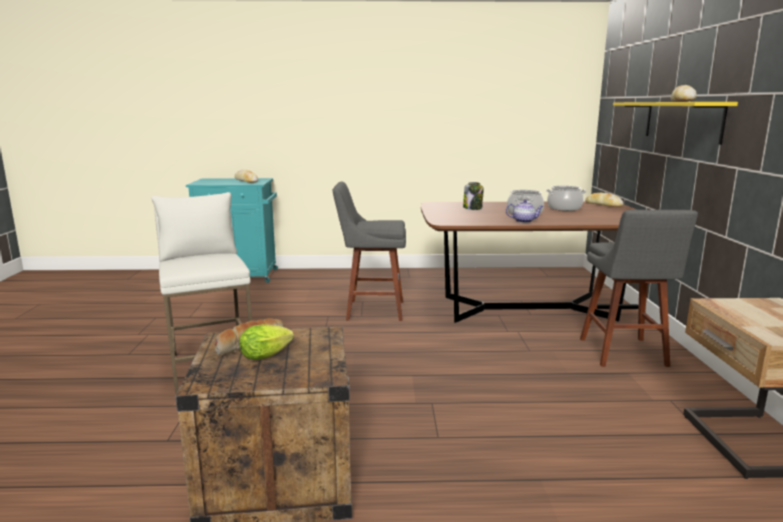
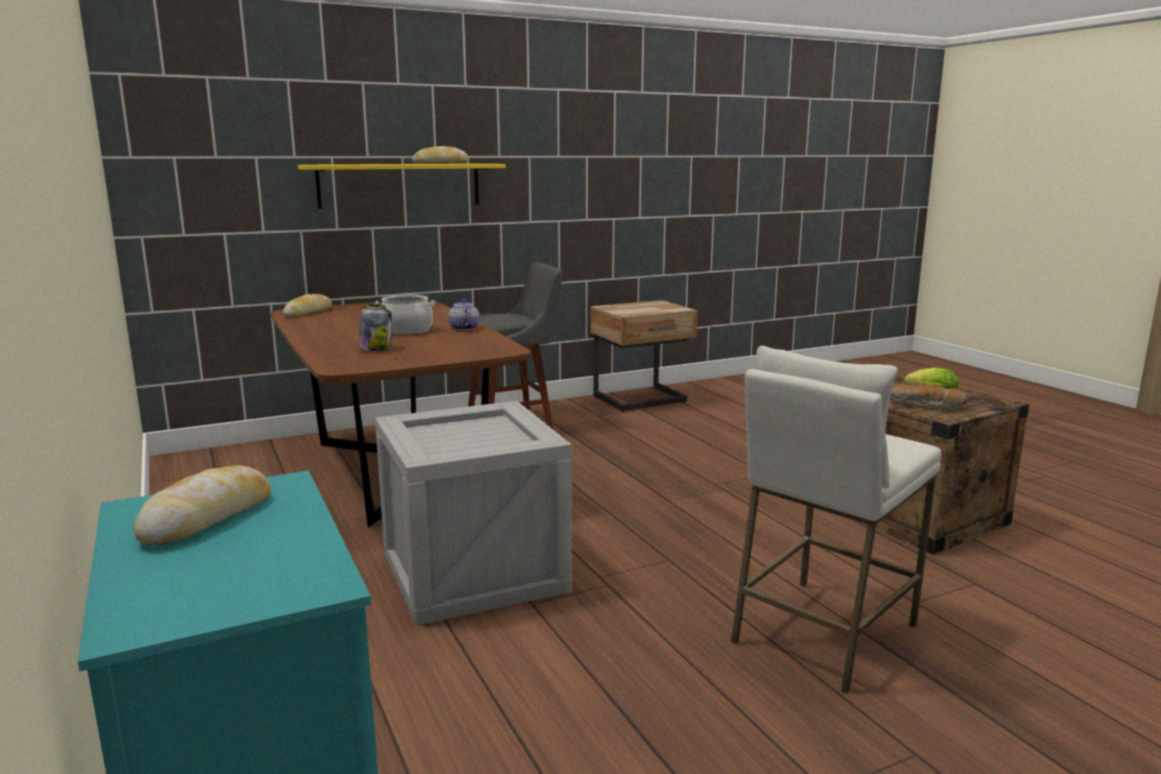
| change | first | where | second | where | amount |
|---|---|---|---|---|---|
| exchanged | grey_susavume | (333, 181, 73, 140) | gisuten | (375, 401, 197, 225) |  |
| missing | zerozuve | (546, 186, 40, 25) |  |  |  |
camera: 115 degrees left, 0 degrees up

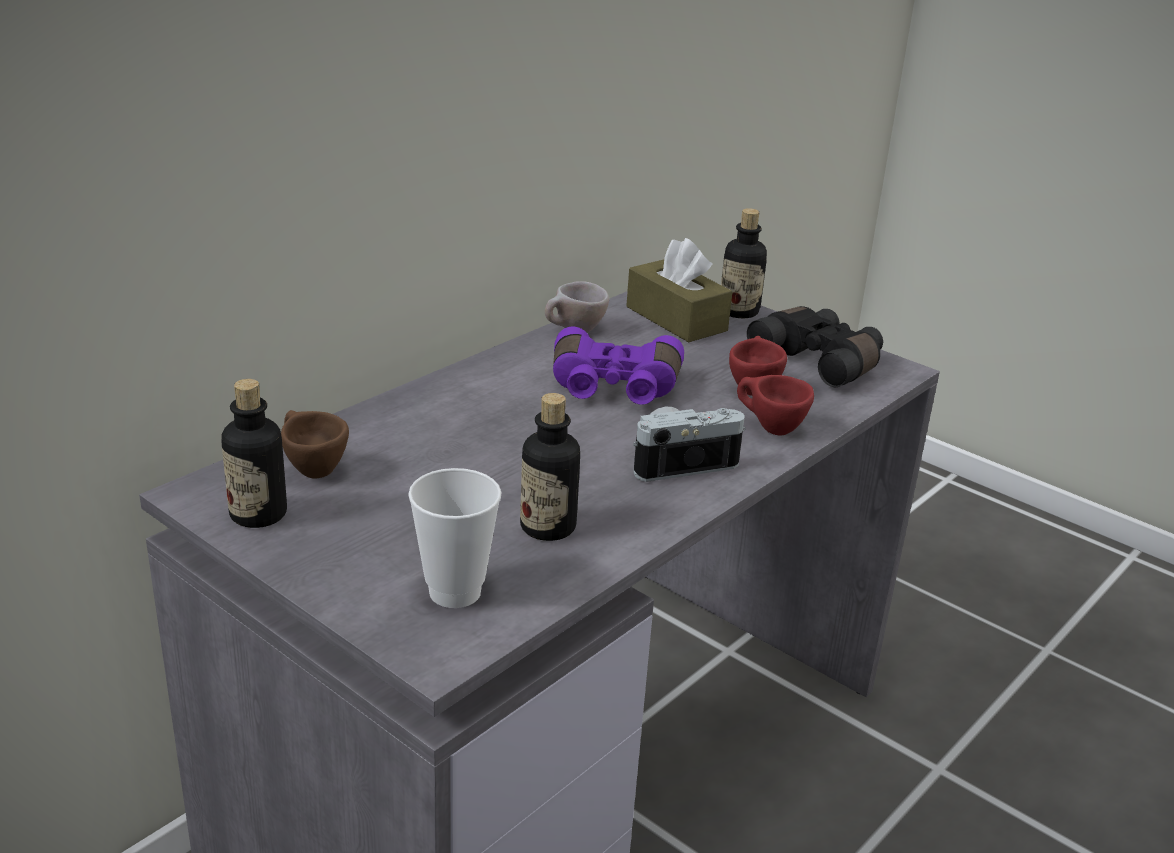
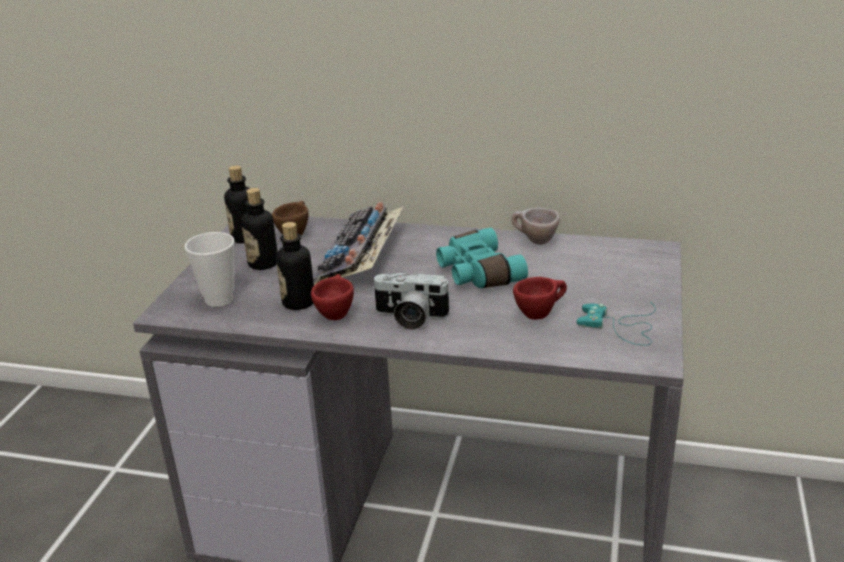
| change | first | where | second | where | amount |
|---|---|---|---|---|---|
| colour | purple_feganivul | (553, 327, 131, 78) | turquoise_feganivul | (436, 228, 92, 60) |  |
| missing | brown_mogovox | (626, 238, 107, 104) |  |  |  |
| spun | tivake | (633, 407, 113, 75) |  | (372, 272, 79, 58) | 150 degrees clockwise |
| relocated | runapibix | (721, 208, 46, 110) |  | (241, 188, 37, 82) |  |
| relocated | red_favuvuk | (737, 375, 77, 61) |  | (311, 274, 43, 46) |  |
| exchanged | black_feganivul | (747, 306, 136, 81) | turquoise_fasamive | (577, 302, 79, 43) |  |
| appeared |  |  | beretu | (313, 202, 91, 84) |  |
camera: 65 degrees right, 0 degrees up

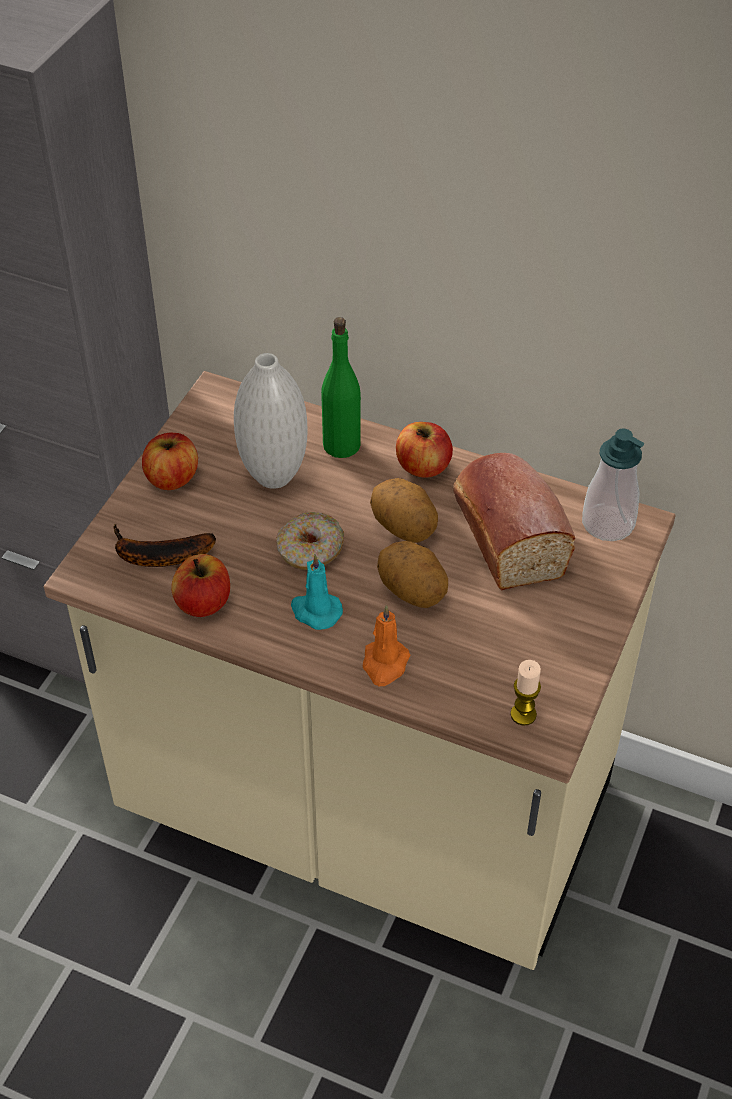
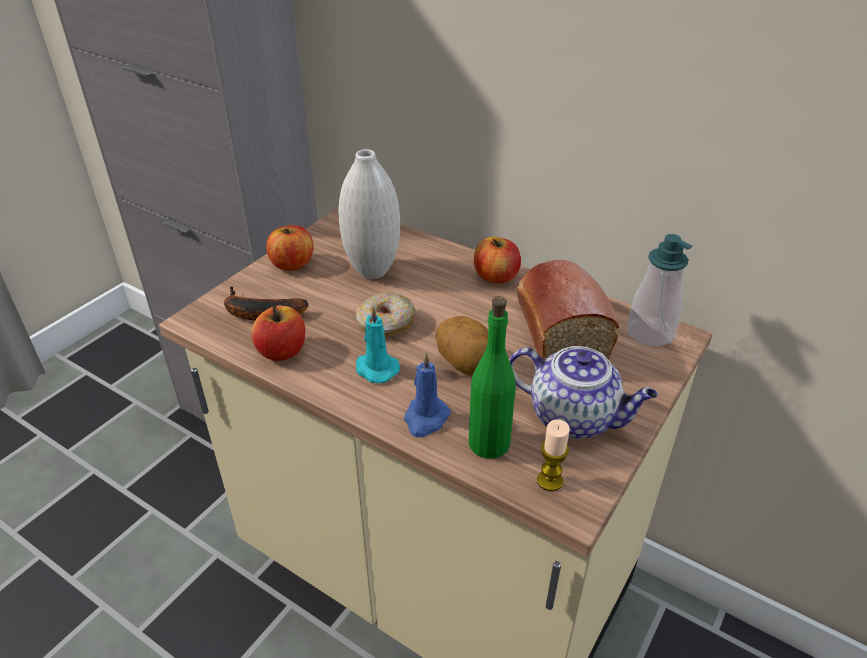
| change | first | where | second | where | amount |
|---|---|---|---|---|---|
| relocated | green_runapibix | (321, 317, 40, 141) |  | (469, 296, 47, 163) |  |
| colour | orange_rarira | (363, 605, 47, 81) | blue_rarira | (404, 353, 47, 84) |  |
| missing | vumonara | (370, 478, 68, 65) |  |  |  |
| appeared |  |  | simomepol | (509, 346, 149, 93) |  |
camera: 10 degrees right, 10 degrees down

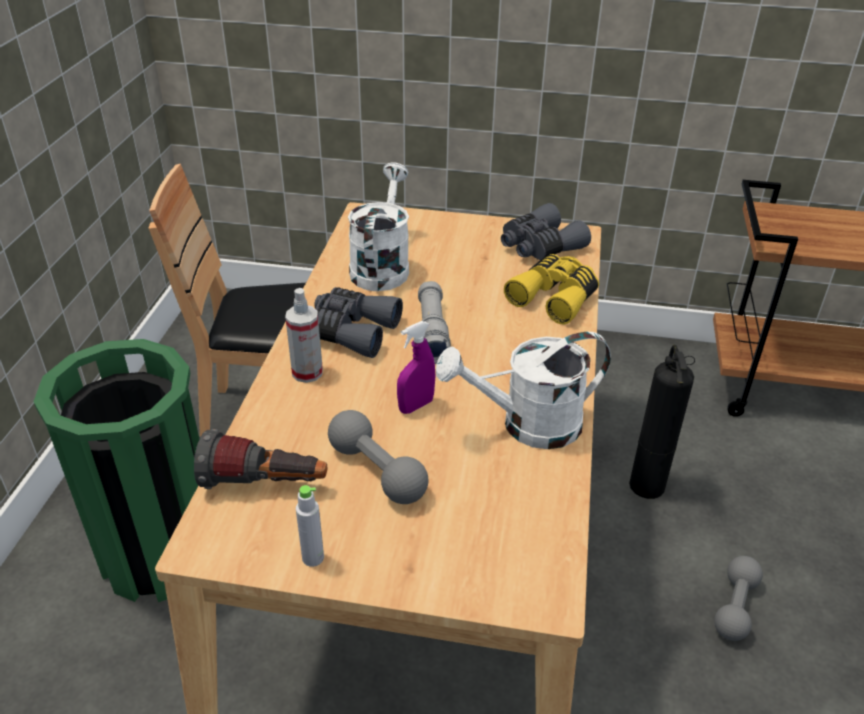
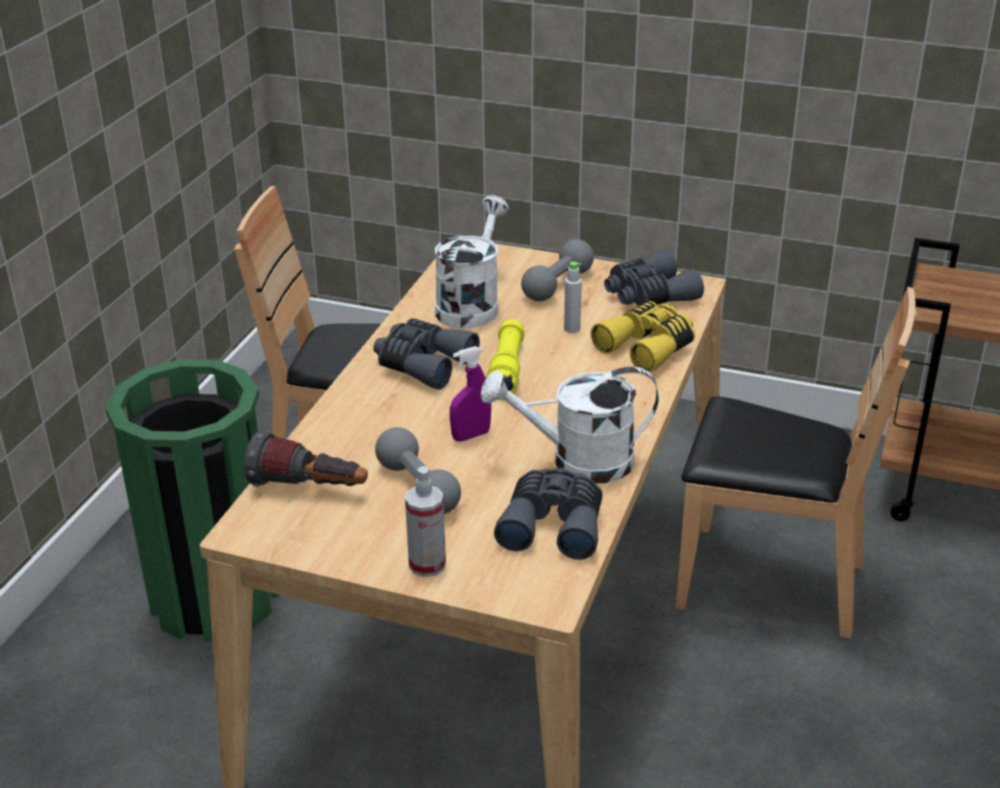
| change | first | where | second | where | amount |
|---|---|---|---|---|---|
| relocated | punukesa | (285, 288, 38, 95) |  | (405, 466, 41, 111) |  |
| relocated | grey_runapibix | (296, 485, 28, 82) |  | (564, 262, 18, 71) |  |
| colour | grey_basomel | (418, 281, 33, 83) | yellow_basomel | (486, 319, 39, 81) |  |
| exchanged | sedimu | (629, 345, 66, 154) | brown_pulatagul | (676, 287, 241, 351) |  |
| relocated | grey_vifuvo | (714, 556, 49, 85) |  | (521, 239, 73, 62) |  |
| appeared |  |  | grey_feganivul | (494, 467, 109, 93) |  |
camera: 10 degrees right, 5 degrees down

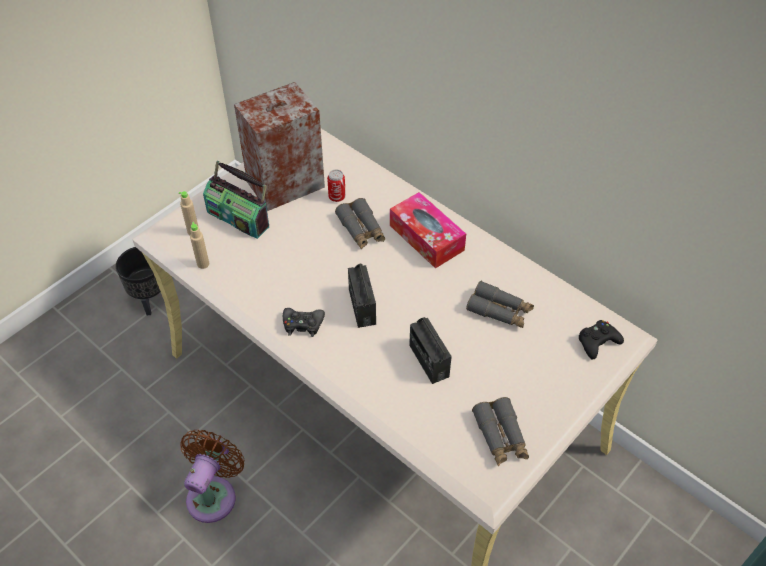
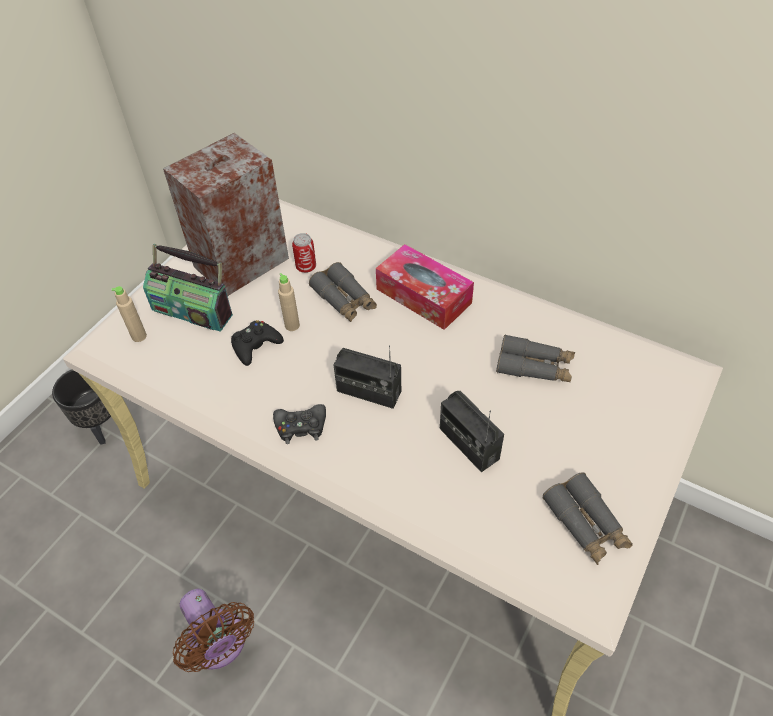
| change | first | where | second | where | amount |
|---|---|---|---|---|---|
| spun | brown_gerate | (180, 430, 64, 93) |  | (173, 589, 81, 83) | 135 degrees clockwise |
| relocated | beige_runapibix | (190, 222, 19, 47) |  | (278, 273, 22, 58) |  |
| spun | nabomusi | (348, 264, 28, 64) |  | (334, 345, 67, 64) | 45 degrees counterclockwise |
| relocated | black_fasamive | (579, 320, 45, 40) |  | (231, 320, 53, 46) |  |
camera: 10 degrees left, 0 degrees up

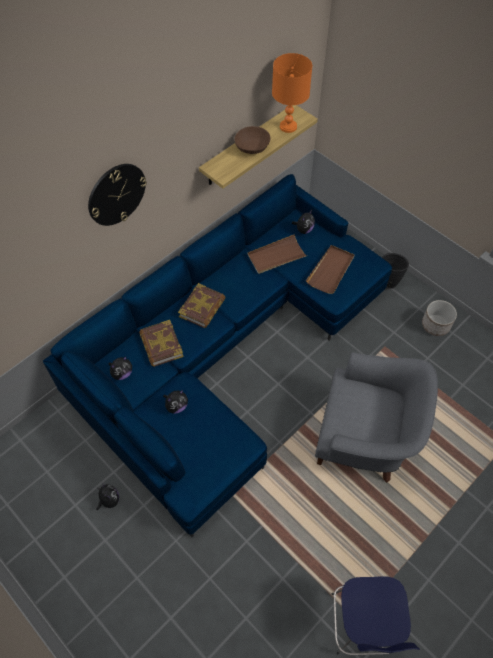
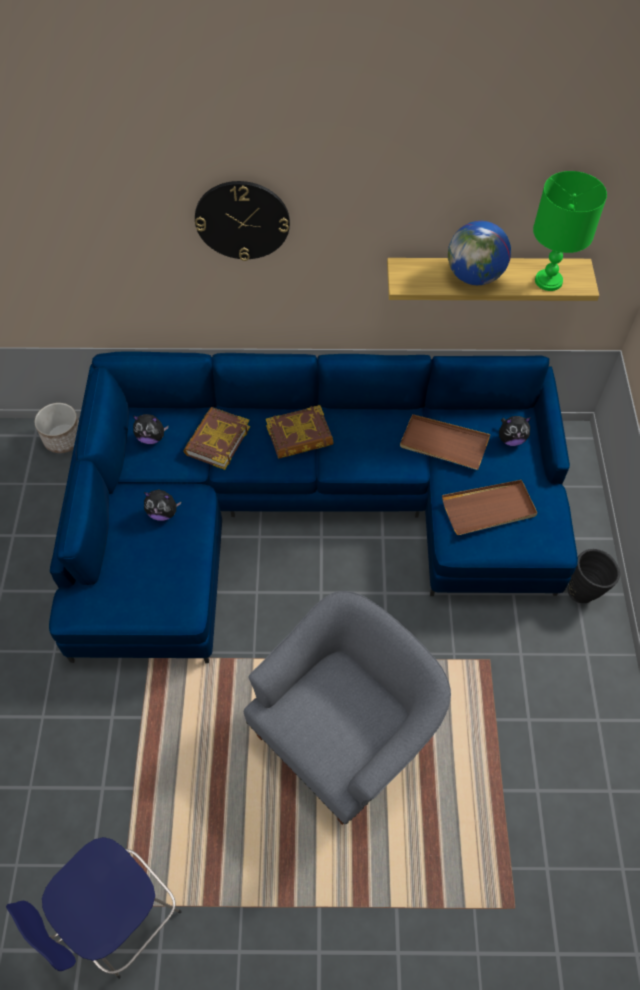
| change | first | where | second | where | amount |
|---|---|---|---|---|---|
| missing | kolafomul | (96, 484, 23, 26) |  |  |  |
| exchanged | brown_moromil | (235, 126, 35, 28) | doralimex | (448, 221, 63, 64) |  |
| colour | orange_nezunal | (272, 53, 40, 80) | green_nezunal | (533, 171, 74, 120) |  |
| spun | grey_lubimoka | (315, 352, 123, 131) |  | (244, 591, 207, 234) | 105 degrees counterclockwise |
| relocated | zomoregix | (422, 300, 35, 36) |  | (35, 403, 44, 50) |  |
camera: 45 degrees right, 0 degrees up

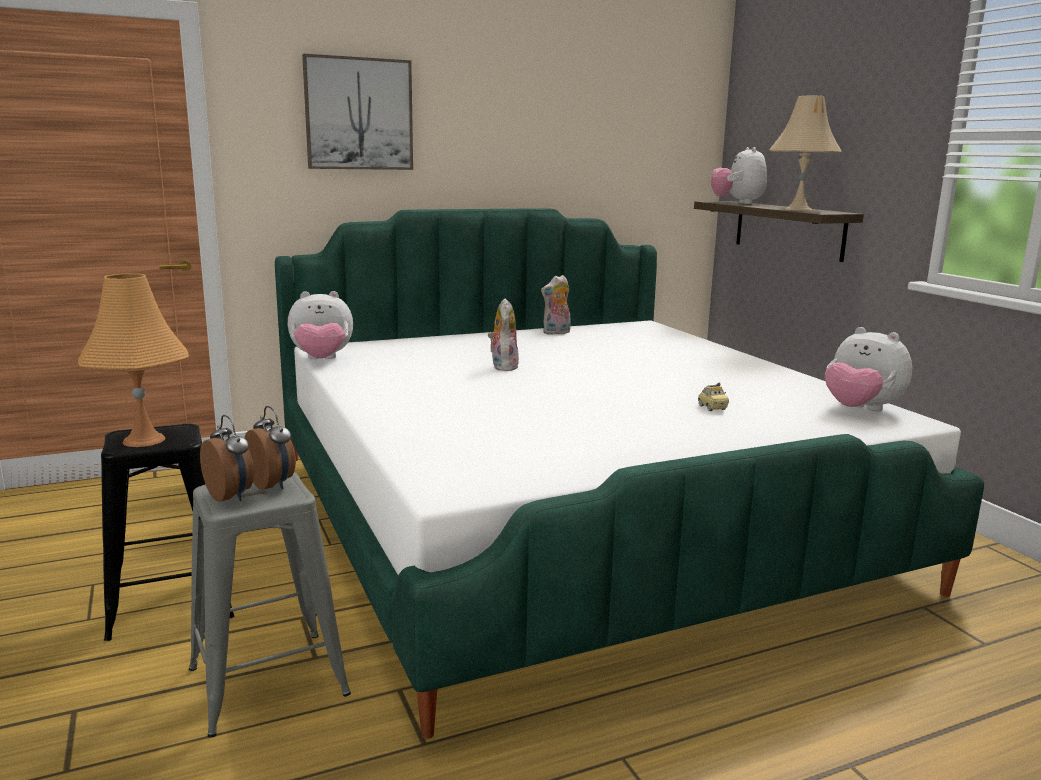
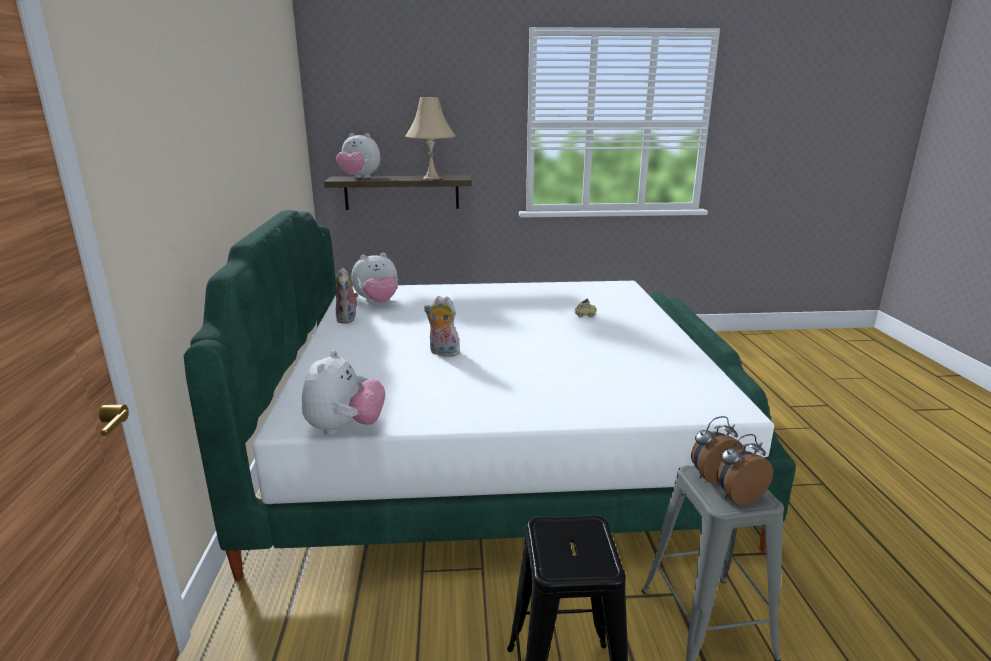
| change | first | where | second | where | amount |
|---|---|---|---|---|---|
| missing | orange_nezunal | (78, 273, 111, 174) |  |  |  |
| missing | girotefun | (302, 54, 111, 116) |  |  |  |
| relocated | kolafomul | (825, 327, 87, 85) |  | (351, 253, 47, 50) |  |
camera: 70 degrees left, 5 degrees up

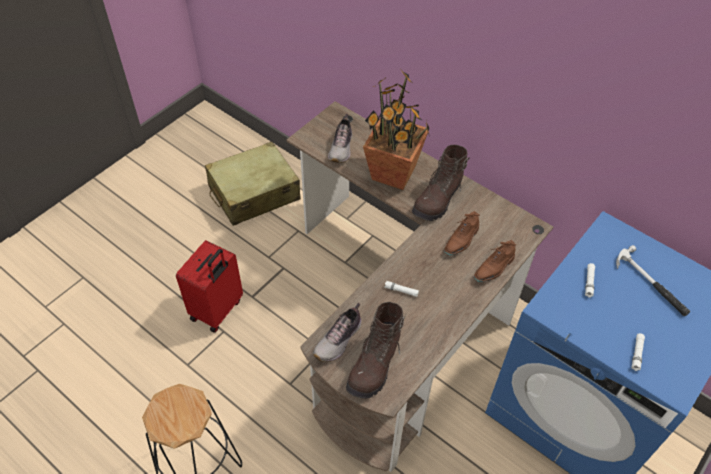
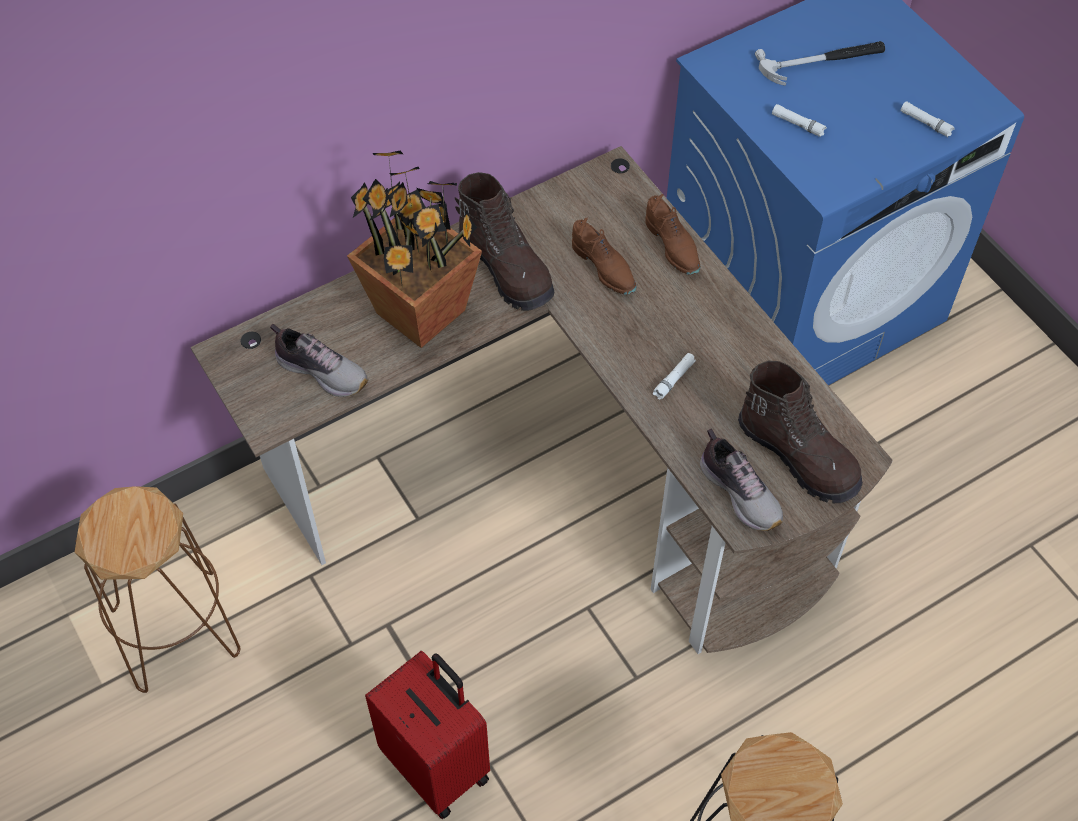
| change | first | where | second | where | amount |
|---|---|---|---|---|---|
| exchanged | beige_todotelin | (205, 142, 96, 84) | brown_susavume | (75, 486, 165, 207) |  |
camera: 70 degrees left, 5 degrees up

